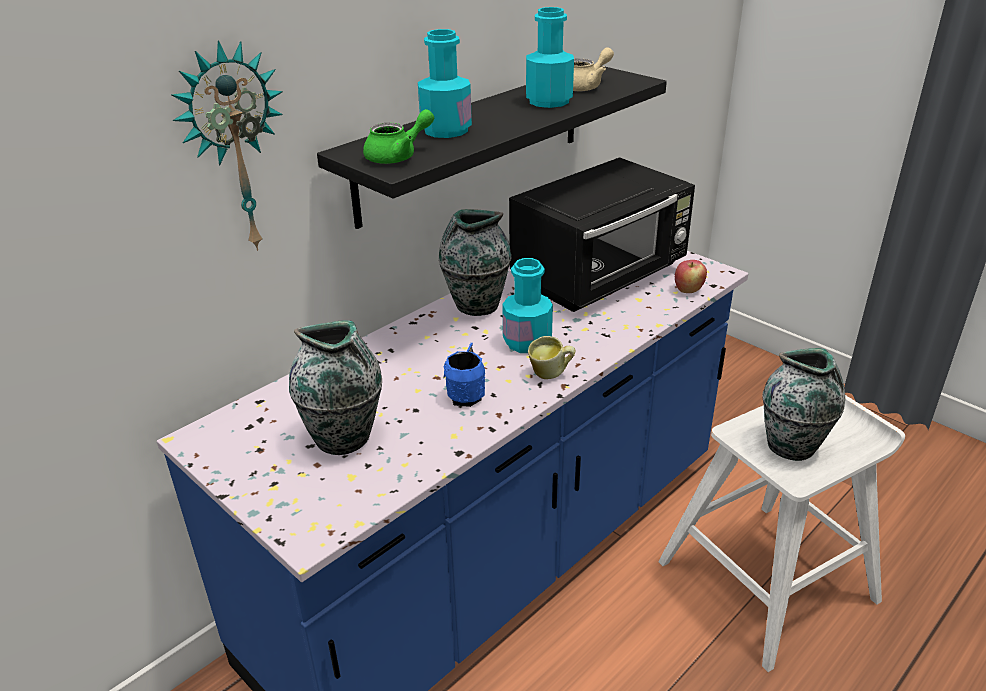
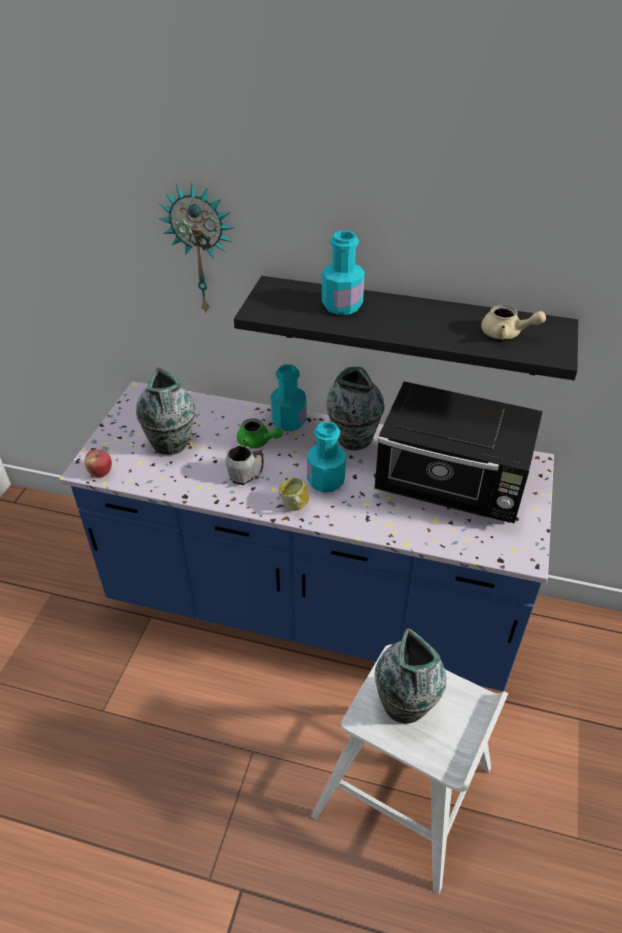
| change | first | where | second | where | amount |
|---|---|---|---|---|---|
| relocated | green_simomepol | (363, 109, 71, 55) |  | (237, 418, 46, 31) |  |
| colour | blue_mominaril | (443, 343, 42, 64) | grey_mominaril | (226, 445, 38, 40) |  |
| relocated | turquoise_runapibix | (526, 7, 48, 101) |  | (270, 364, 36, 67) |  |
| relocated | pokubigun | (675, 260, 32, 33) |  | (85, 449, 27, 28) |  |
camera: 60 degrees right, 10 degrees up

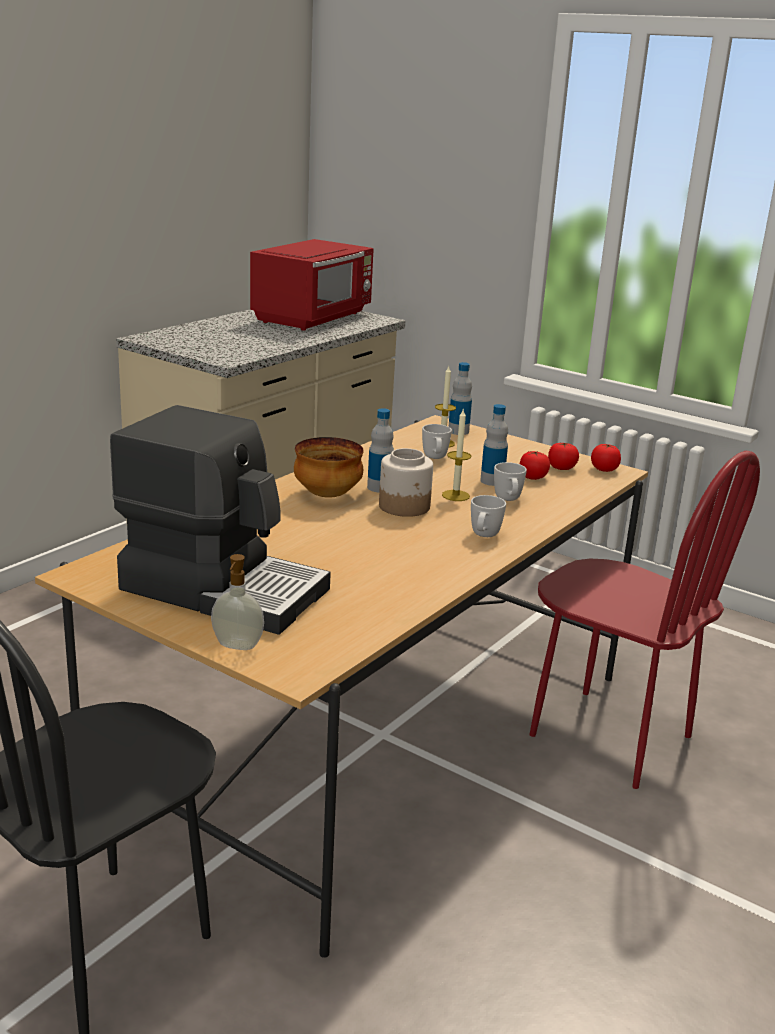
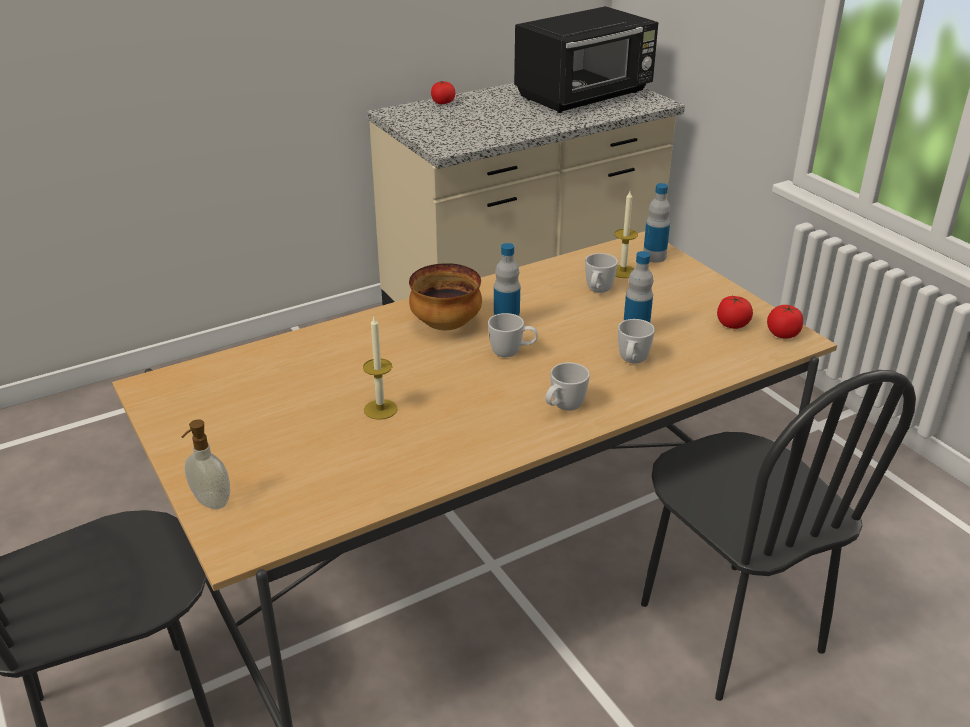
| change | first | where | second | where | amount |
|---|---|---|---|---|---|
| missing | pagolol | (110, 405, 221, 230) |  |  |  |
| colour | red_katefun | (250, 239, 124, 92) | black_katefun | (514, 6, 144, 107) |  |
| exchanged | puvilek | (379, 448, 54, 69) | white_mominaril | (488, 313, 50, 44) |  |
| relocated | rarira | (442, 410, 29, 91) |  | (363, 317, 35, 103) |  |
| relocated | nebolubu | (520, 451, 30, 29) |  | (431, 81, 24, 23) |  |
| colour | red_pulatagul | (530, 451, 230, 338) | black_pulatagul | (641, 370, 275, 331) |  |
camera: 25 degrees right, 10 degrees up

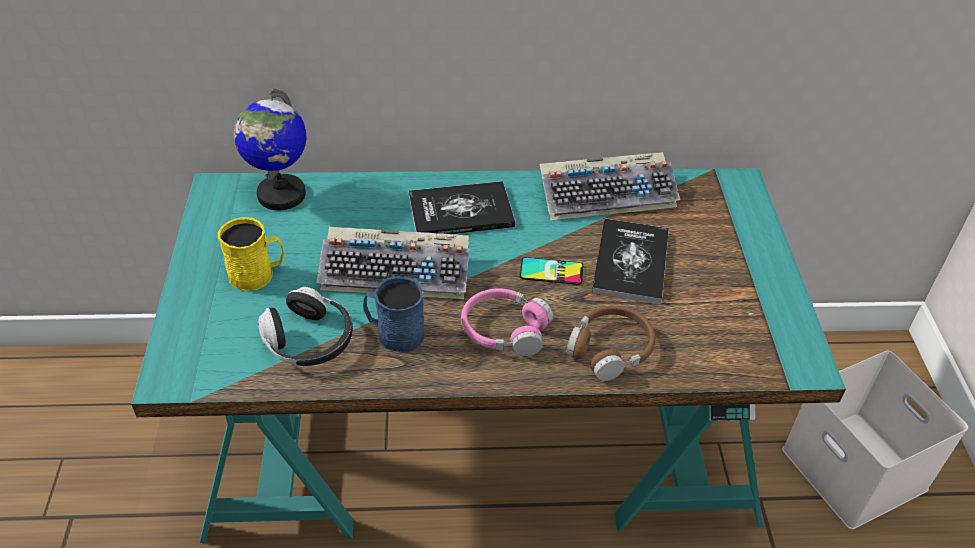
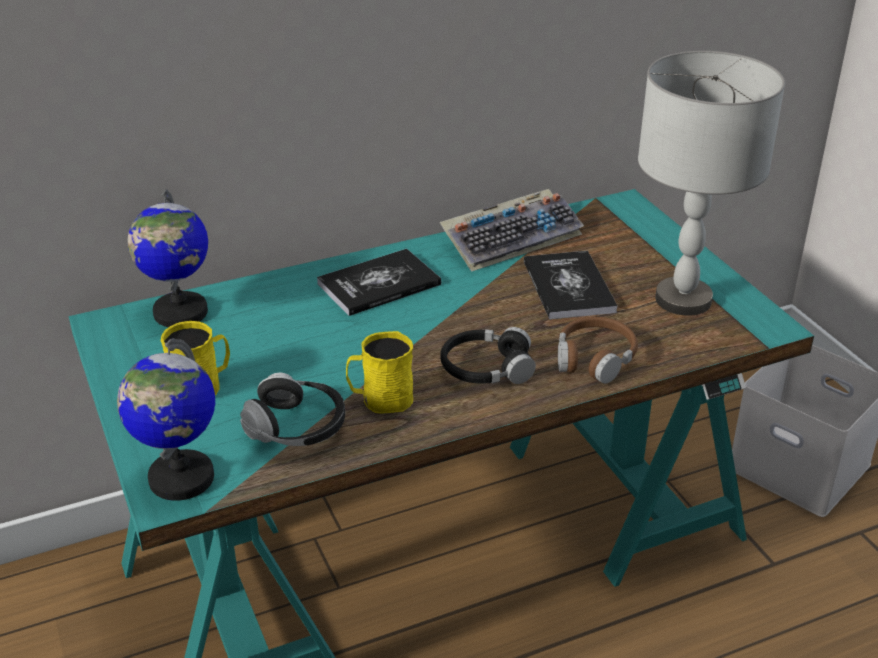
| change | first | where | second | where | amount |
|---|---|---|---|---|---|
| missing | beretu | (316, 227, 153, 72) |  |  |  |
| colour | blue_mominaril | (363, 277, 61, 76) | yellow_mominaril | (346, 331, 67, 83) |  |
| colour | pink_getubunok | (461, 288, 92, 68) | black_getubunok | (440, 327, 96, 57) |  |
| missing | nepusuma | (520, 257, 63, 28) |  |  |  |
| appeared |  |  | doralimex | (117, 338, 98, 163) |  |
| appeared |  |  | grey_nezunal | (638, 51, 147, 265) |  |
camera: 20 degrees left, 10 degrees down

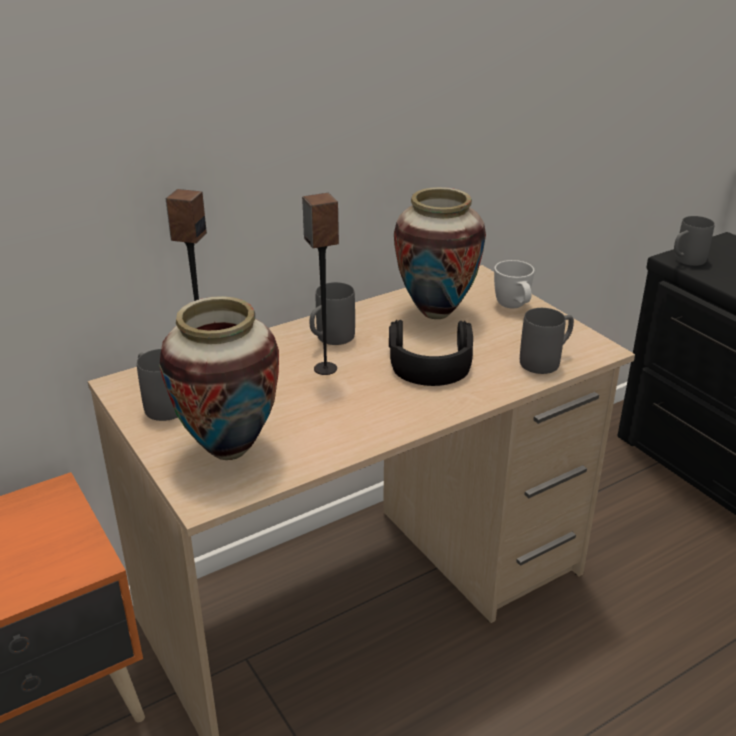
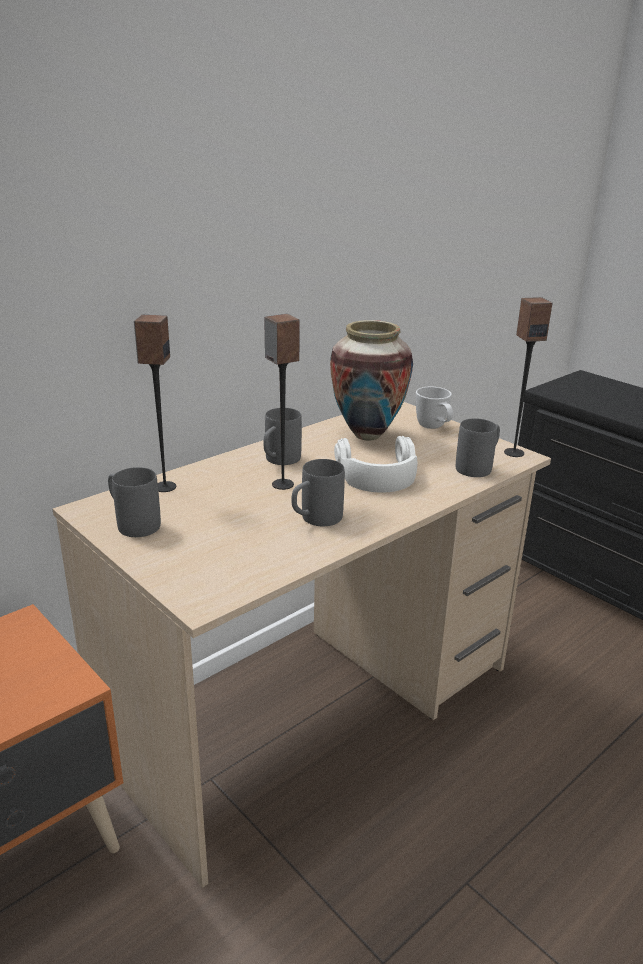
| change | first | where | second | where | amount |
|---|---|---|---|---|---|
| missing | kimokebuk | (159, 296, 120, 164) |  |  |  |
| colour | black_getubunok | (389, 320, 84, 66) | white_getubunok | (334, 436, 83, 57) |  |
| relocated | grey_mominaril | (674, 216, 41, 50) |  | (291, 459, 54, 67) |  |
| appeared |  |  | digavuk | (504, 297, 48, 160) |  |
camera: 10 degrees left, 5 degrees down

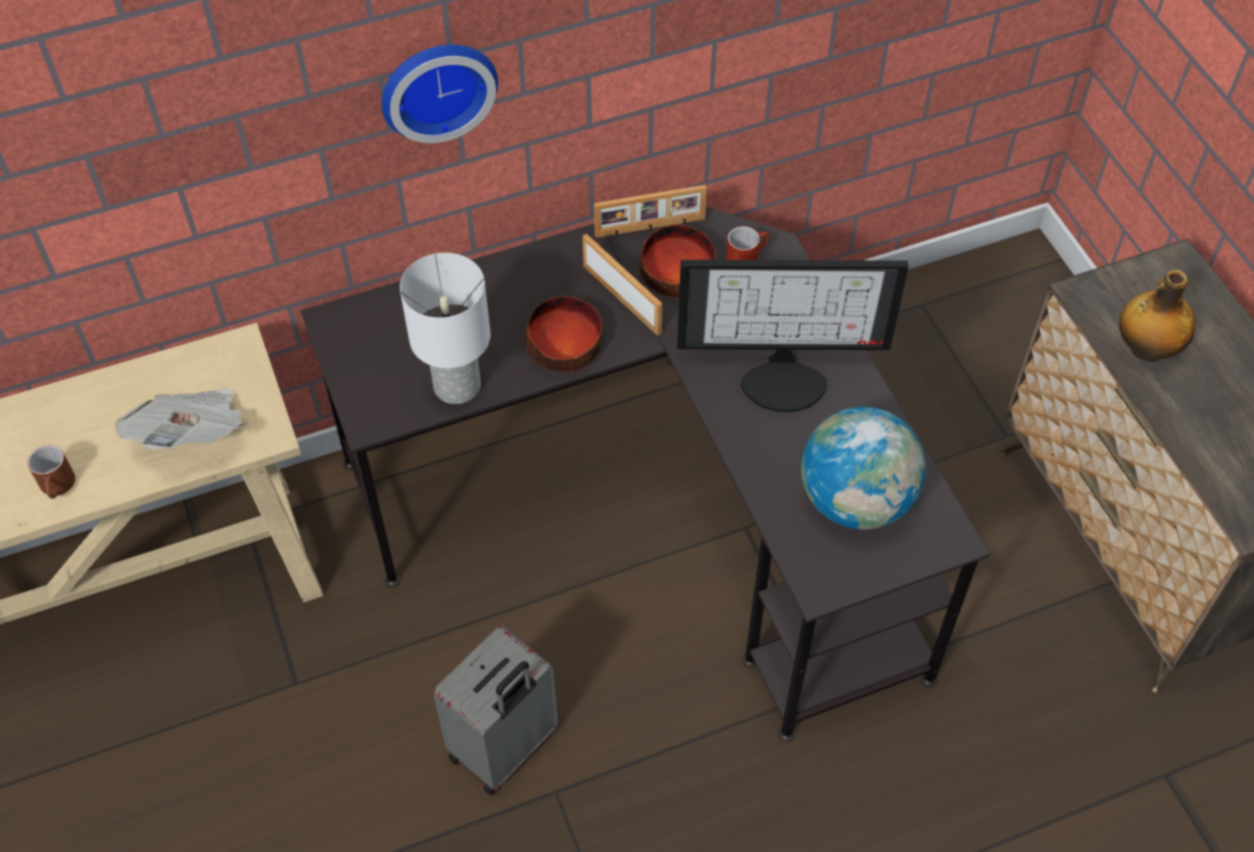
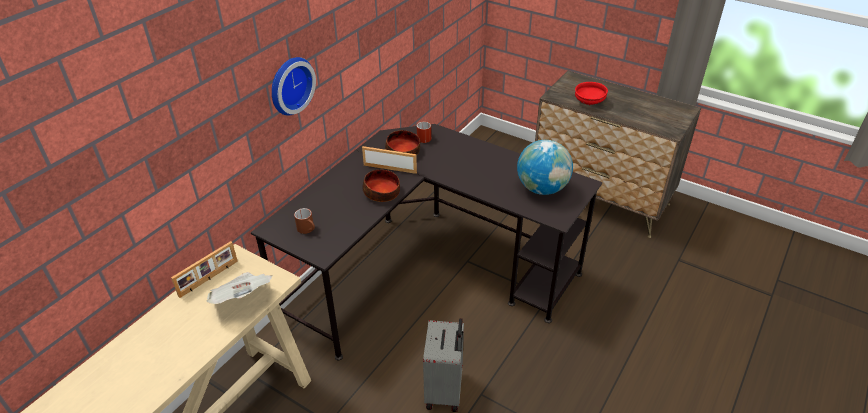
| change | first | where | second | where | amount |
|---|---|---|---|---|---|
| relocated | brown_mominaril | (27, 445, 48, 54) |  | (294, 208, 21, 26) |  |
| missing | white_nezunal | (400, 253, 91, 151) |  |  |  |
| relocated | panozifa | (594, 185, 113, 53) |  | (171, 241, 67, 57) |  |
| missing | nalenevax | (677, 260, 231, 153) |  |  |  |
| exchanged | runapibix | (1119, 270, 77, 92) | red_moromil | (575, 82, 33, 23) |  |
camera: 35 degrees left, 15 degrees down

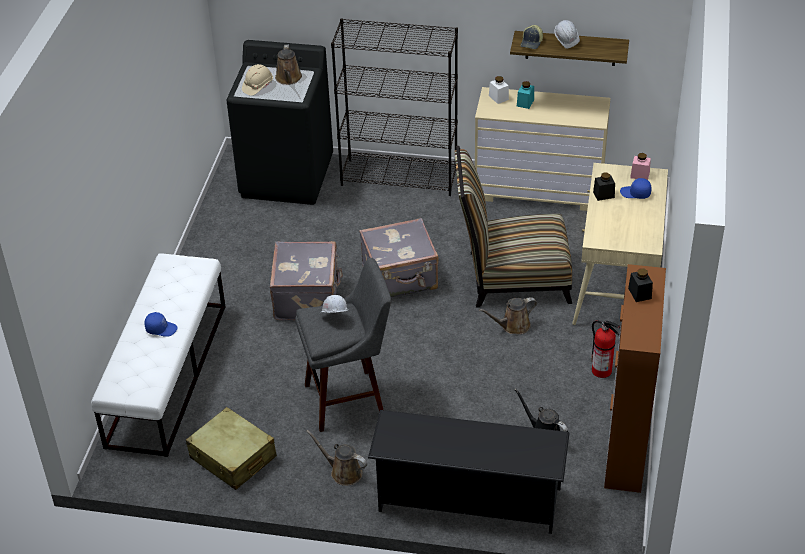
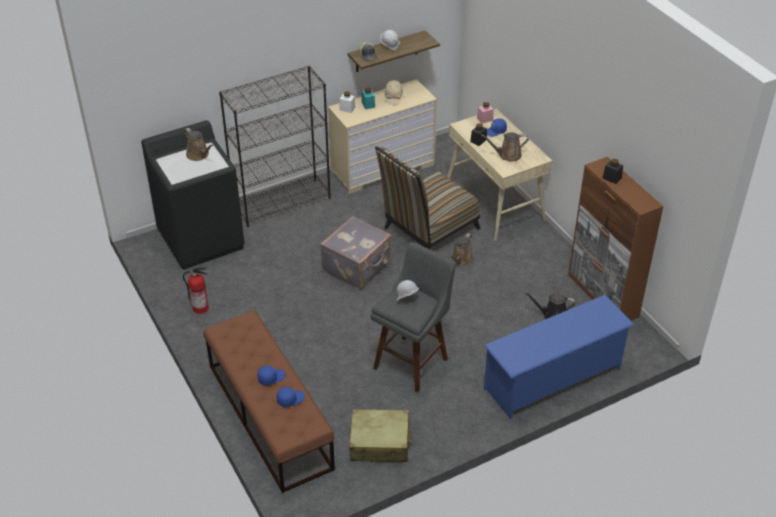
| change | first | where | second | where | amount |
|---|---|---|---|---|---|
| colour | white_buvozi | (91, 253, 135, 204) | brown_buvozi | (203, 311, 132, 182) |  |
| relocated | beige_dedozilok | (242, 64, 31, 32) |  | (384, 80, 20, 25) |  |
| missing | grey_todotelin | (270, 241, 73, 79) |  |  |  |
| relocated | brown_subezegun | (306, 430, 61, 56) |  | (481, 132, 47, 30) |  |
| colour | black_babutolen | (368, 410, 202, 124) | blue_babutolen | (484, 295, 151, 124) |  |
| relocated | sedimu | (591, 321, 30, 57) |  | (183, 267, 26, 47) |  |
| appeared |  |  | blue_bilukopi | (277, 387, 28, 20) |  |
camera: 40 degrees left, 0 degrees up

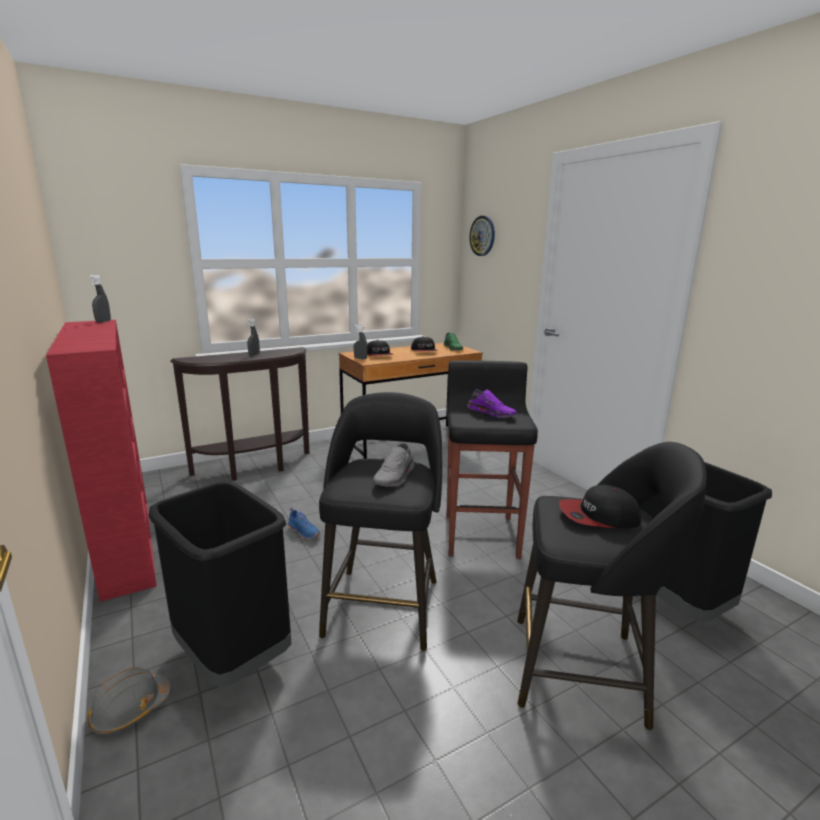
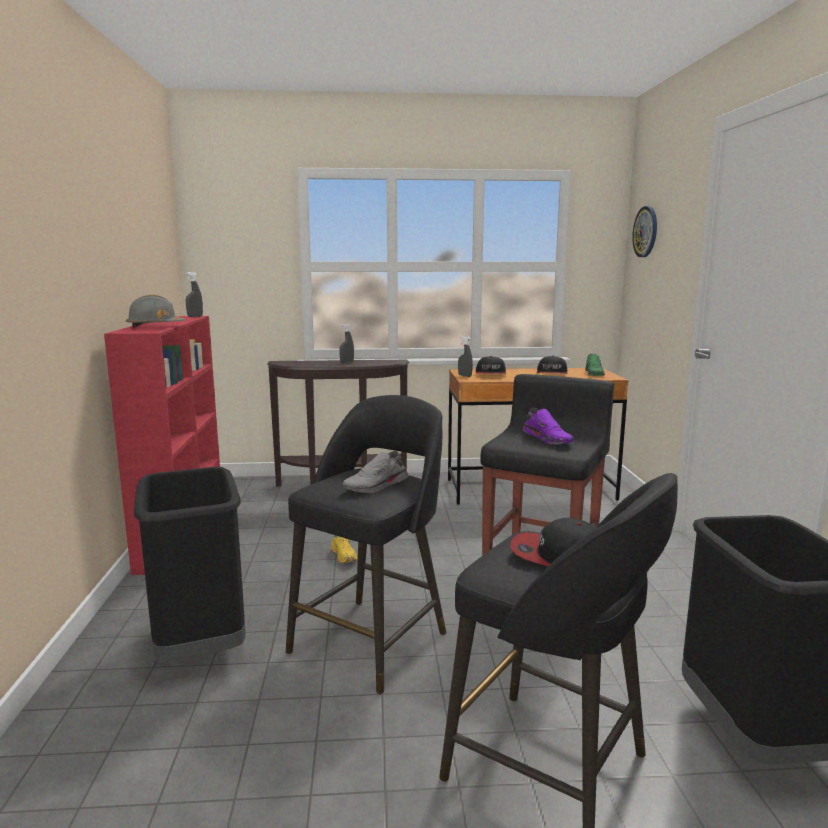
| change | first | where | second | where | amount |
|---|---|---|---|---|---|
| relocated | grey_dedozilok | (87, 667, 85, 67) |  | (126, 295, 60, 32) |  |
| colour | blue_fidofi | (288, 508, 32, 32) | yellow_fidofi | (331, 535, 26, 28) |  |
camera: 25 degrees right, 5 degrees down

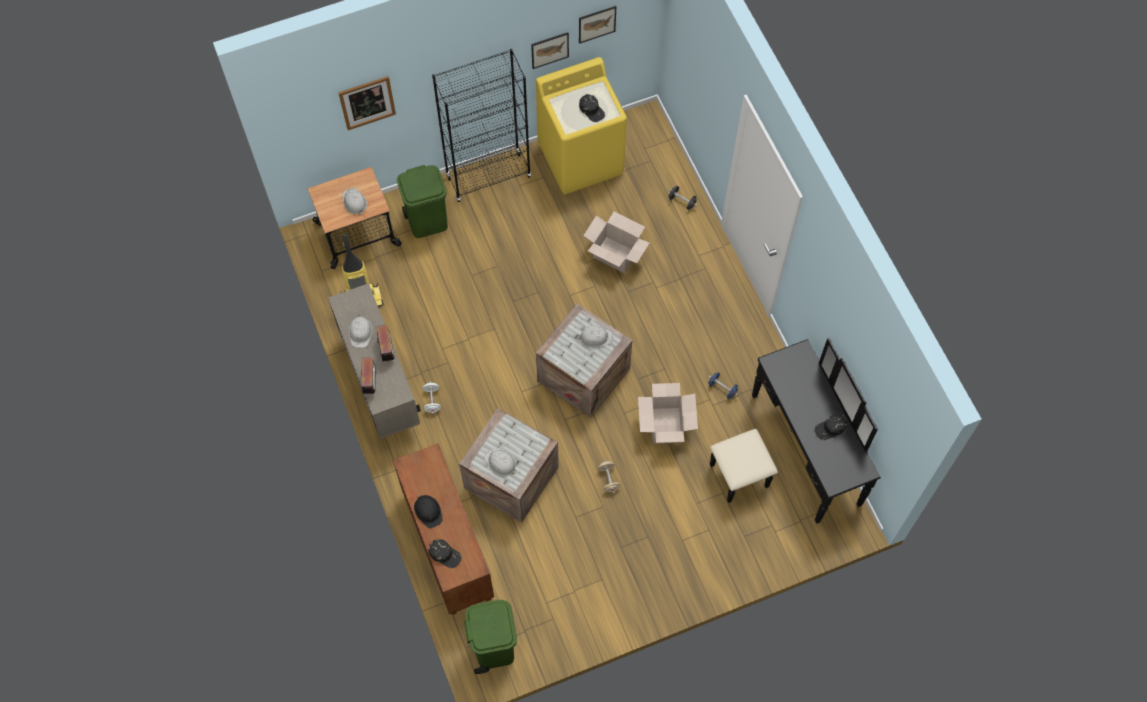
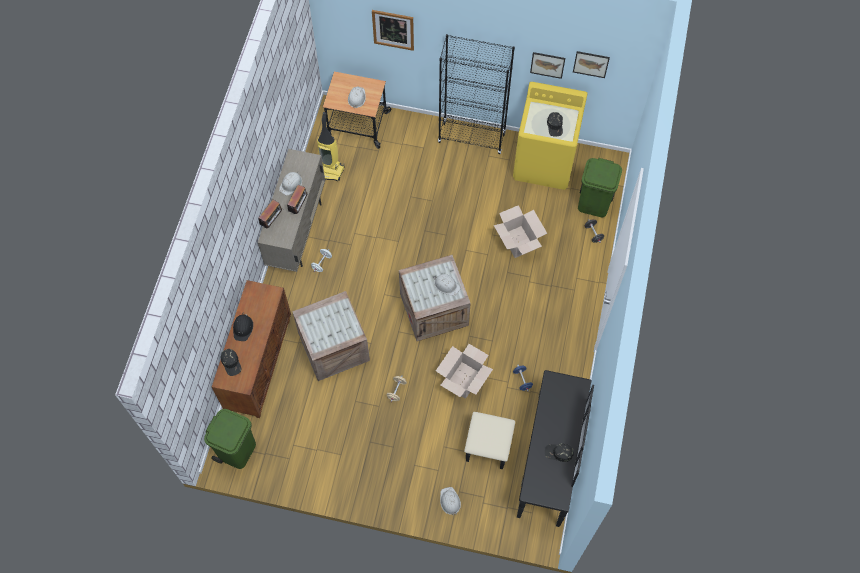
| change | first | where | second | where | amount |
|---|---|---|---|---|---|
| relocated | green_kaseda | (397, 165, 51, 73) |  | (578, 158, 44, 59) |  |
| relocated | white_dedozilok | (484, 448, 32, 28) |  | (440, 487, 21, 28) |  |
camera: 35 degrees right, 0 degrees up

